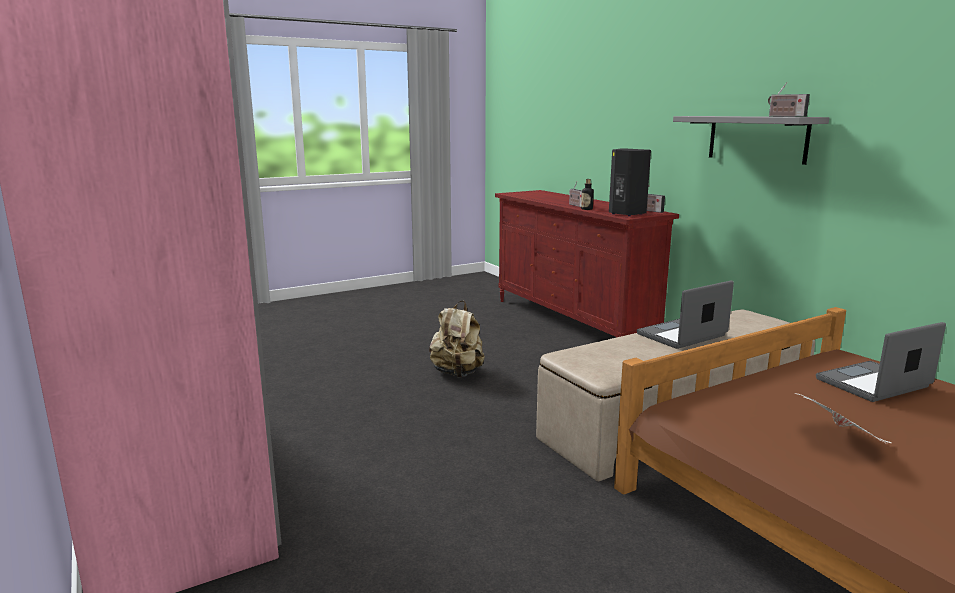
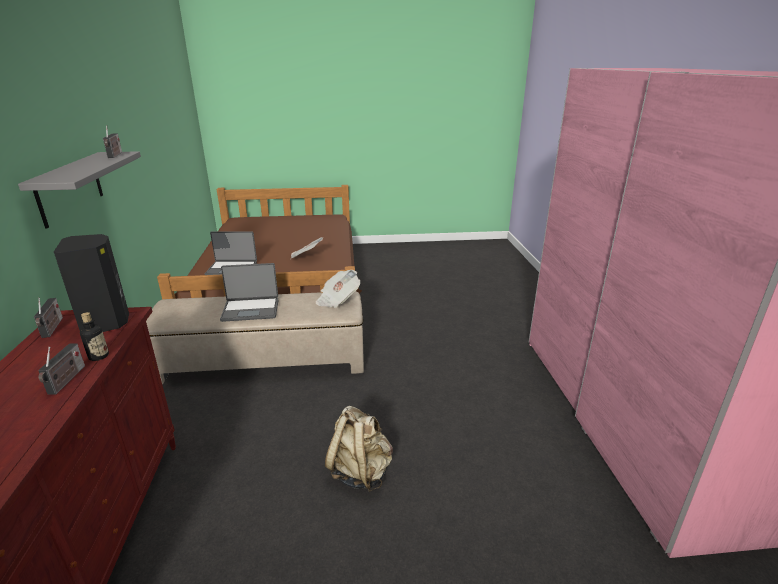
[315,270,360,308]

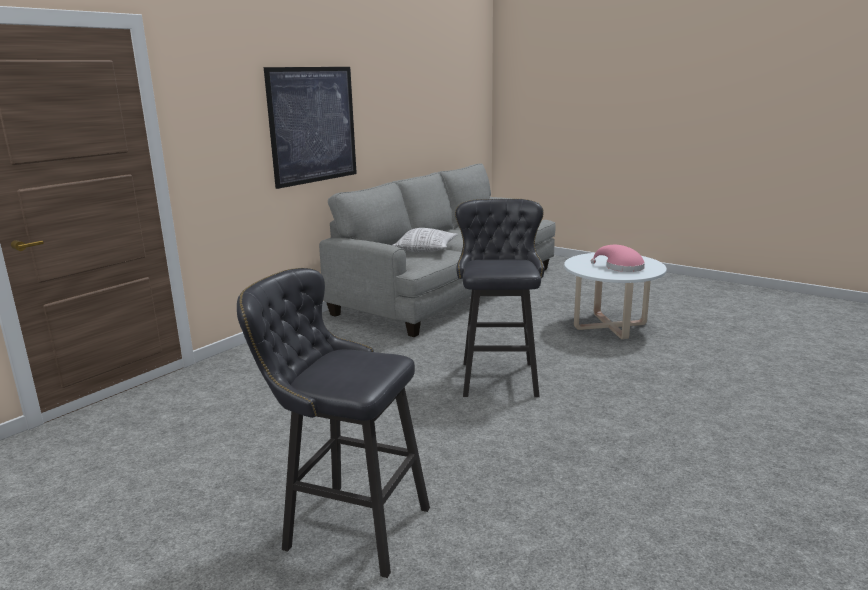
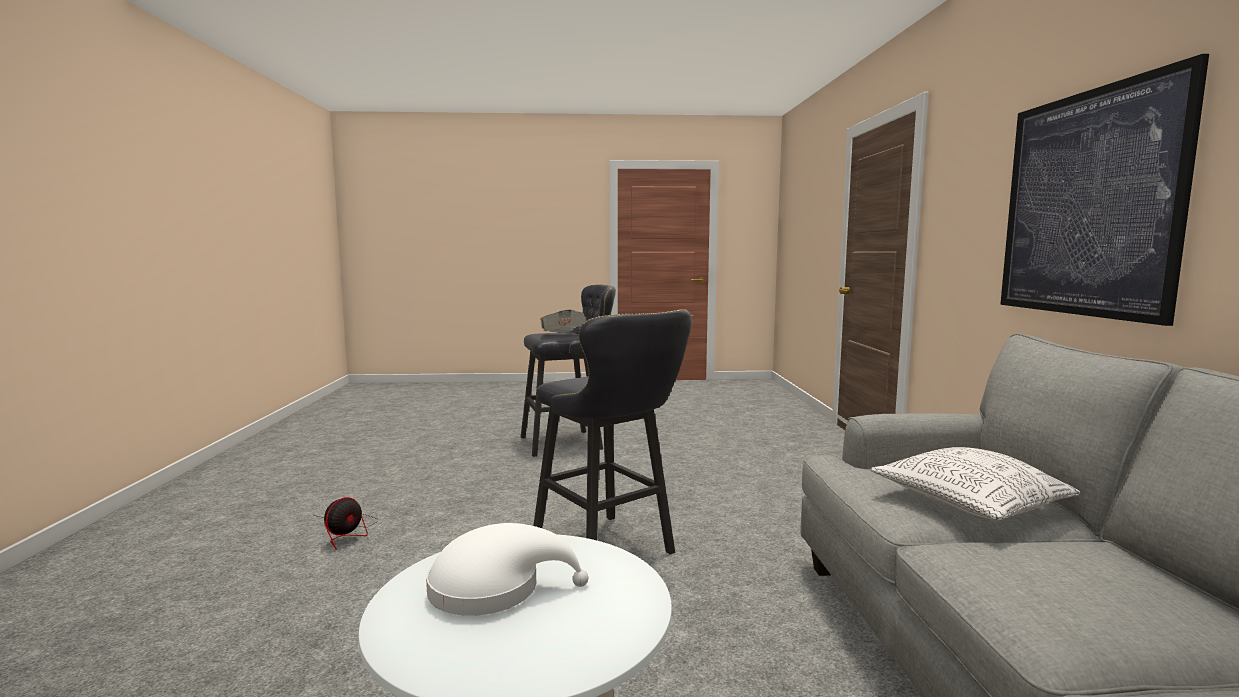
[314,497,379,549]
[540,310,587,333]
[426,523,588,616]

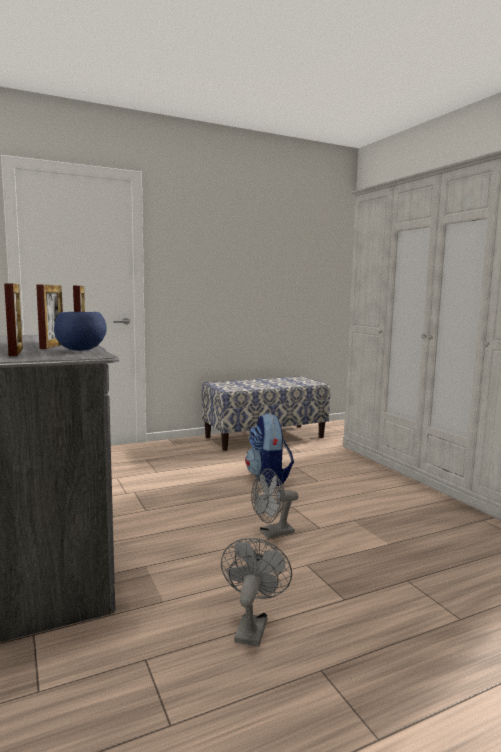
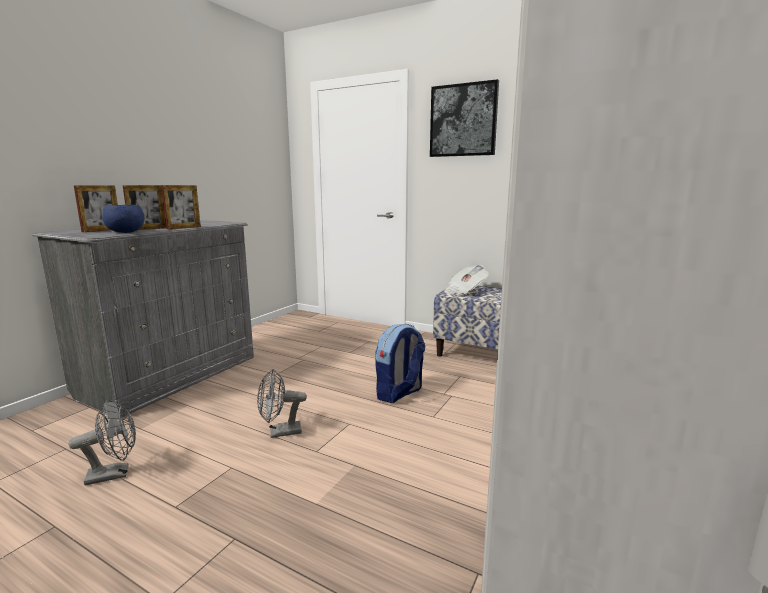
[430,79,499,157]
[444,265,489,294]
[257,369,307,438]

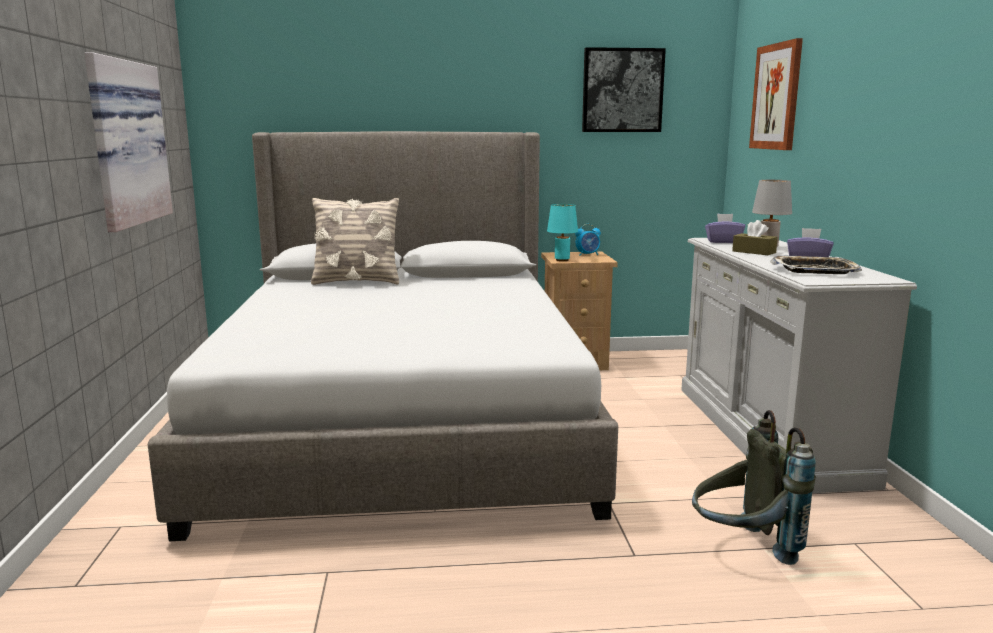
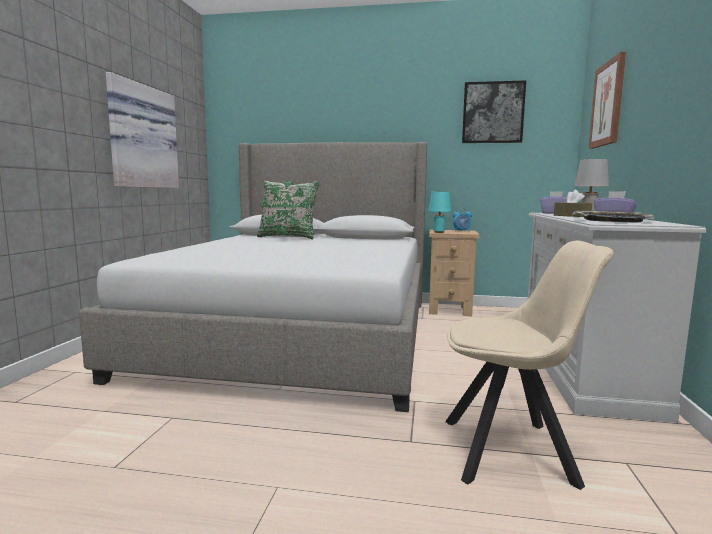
[445,241,613,490]
[257,181,319,239]

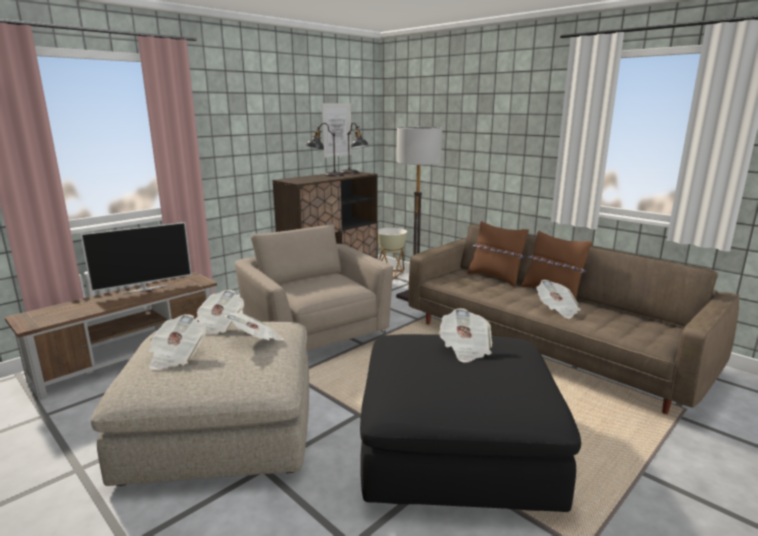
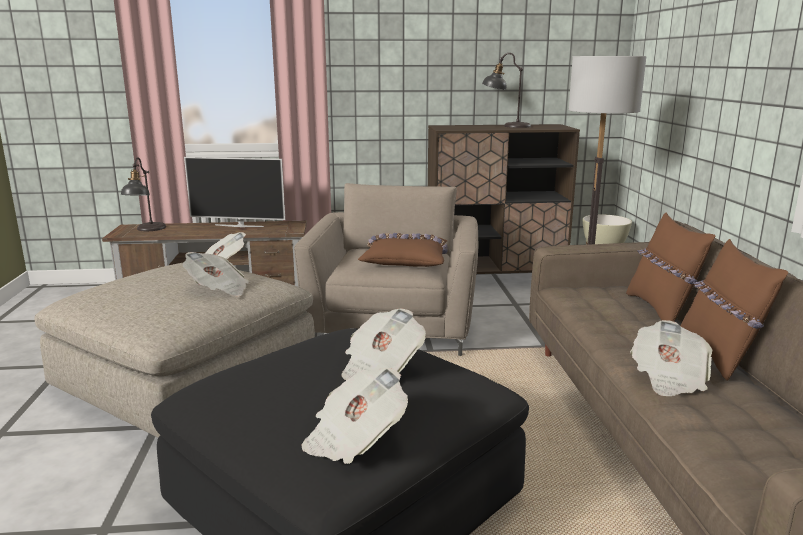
[322,103,352,158] (first image)
[358,233,448,267]
[301,368,408,464]
[120,158,166,231]

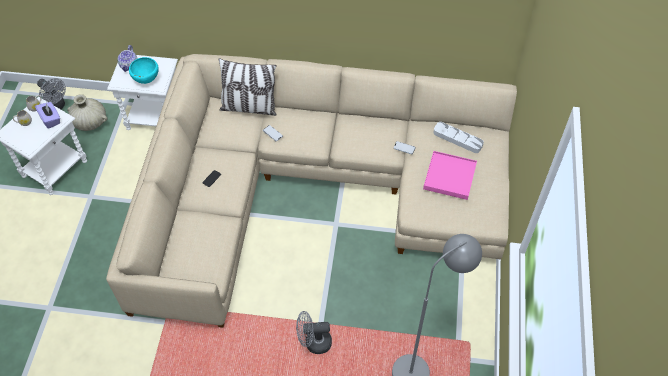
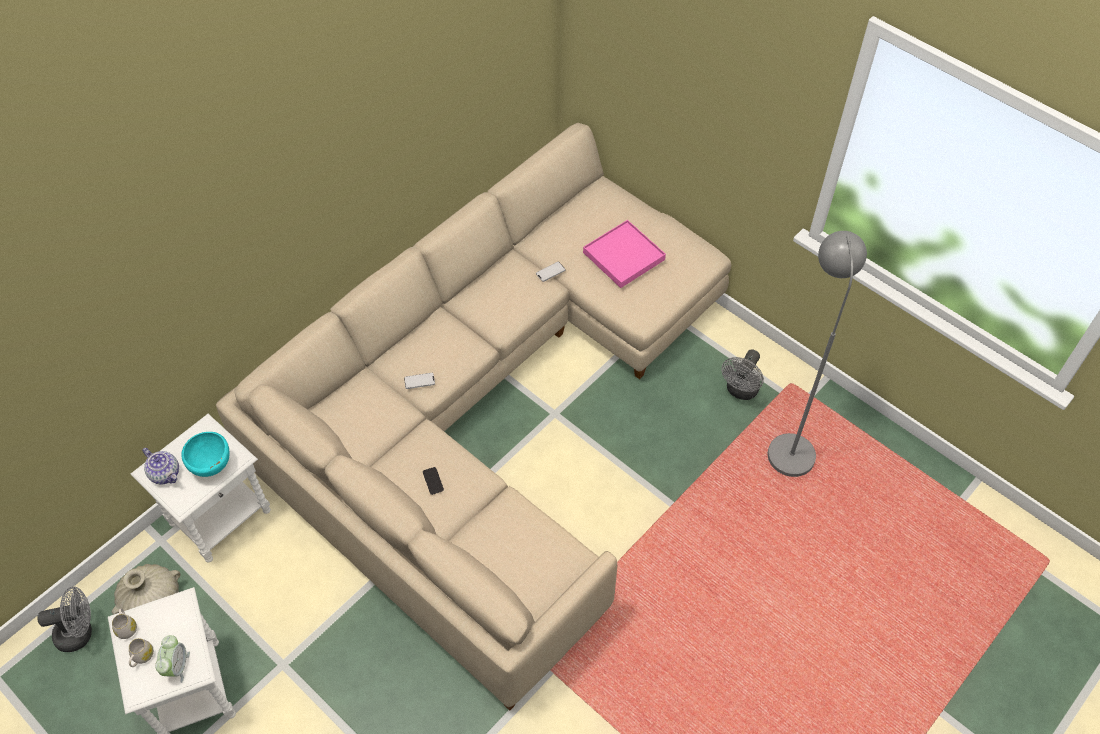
[35,102,60,129] (first image)
[219,58,277,116] (first image)
[433,122,484,153] (first image)
[155,635,190,683]
[721,349,764,400]

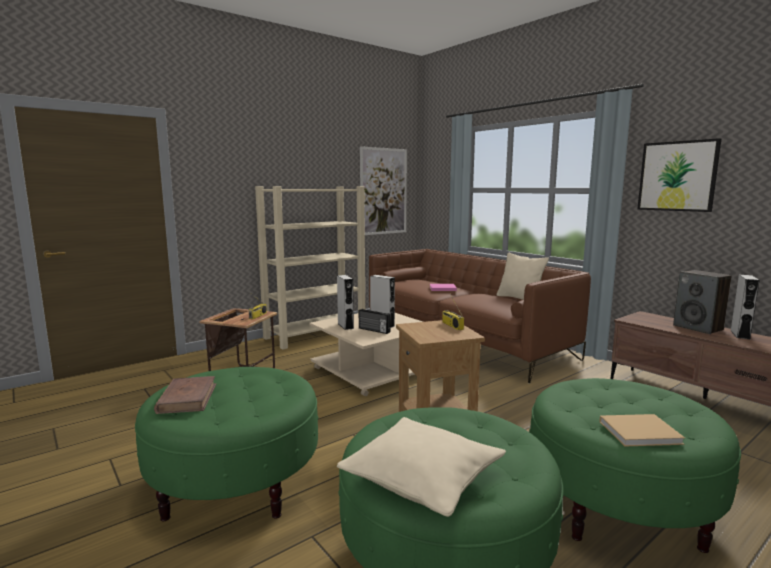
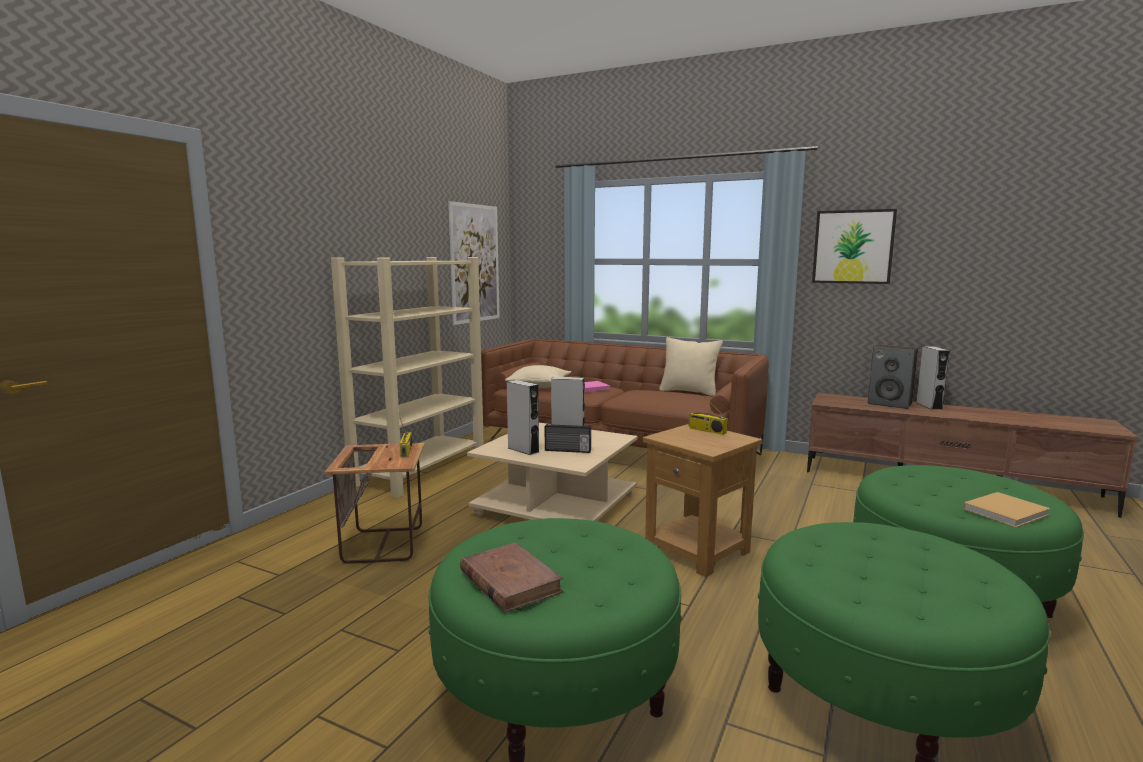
[505,365,571,388]

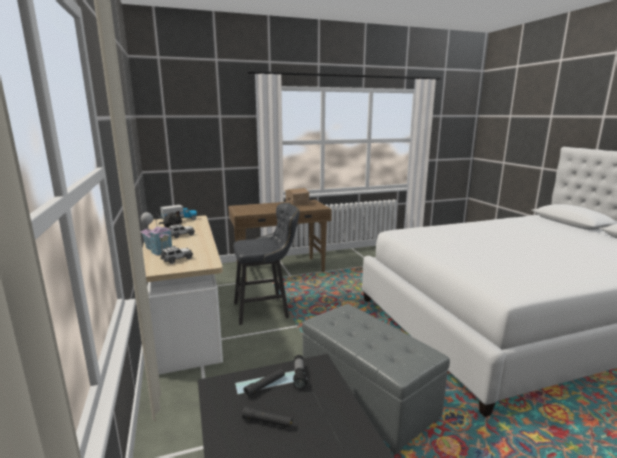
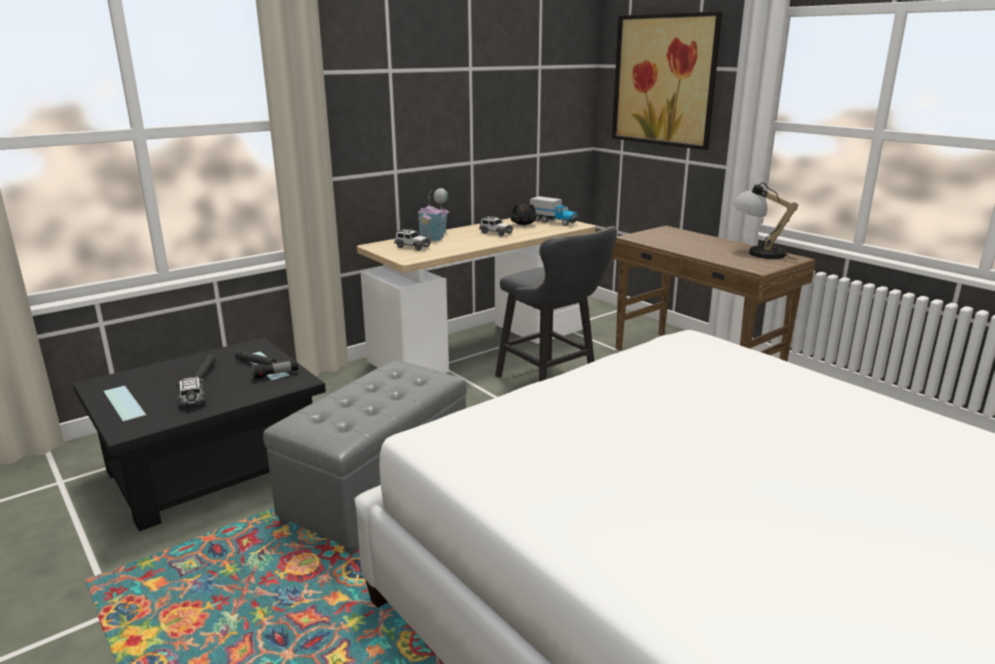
[176,376,206,407]
[612,11,722,150]
[732,182,799,260]

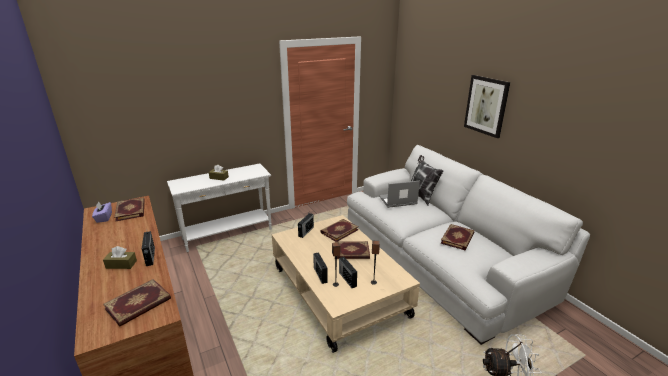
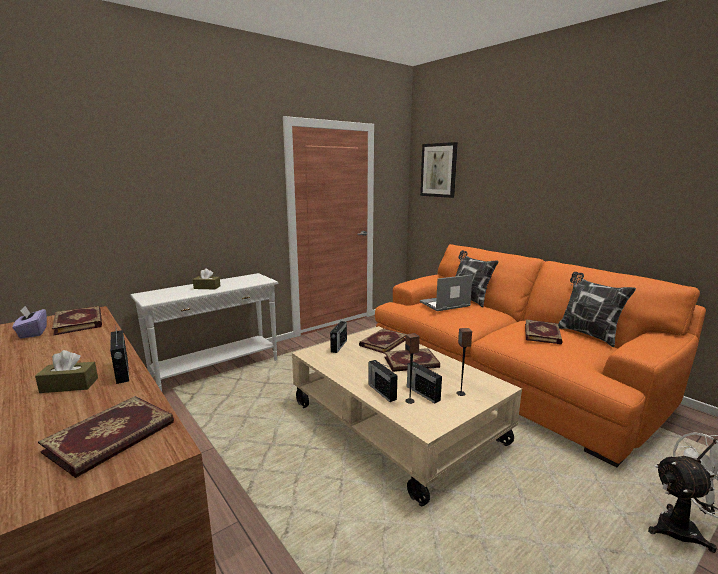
[558,272,636,347]
[420,142,458,198]
[375,244,706,467]

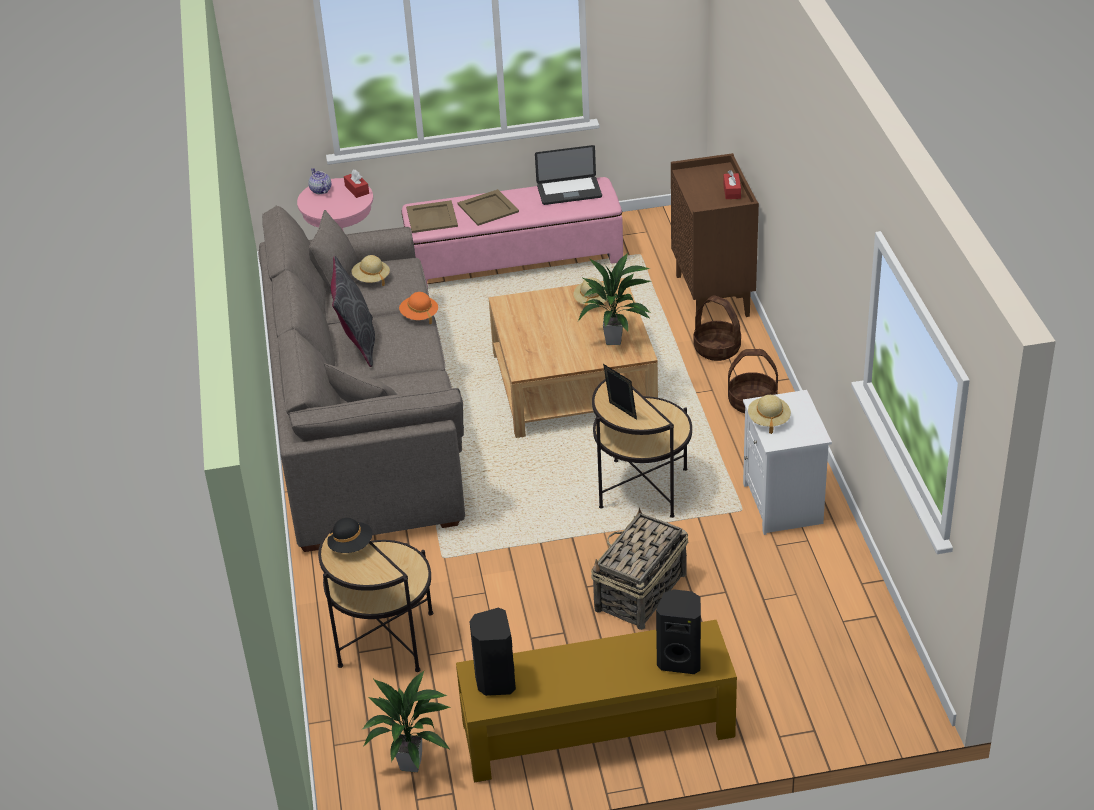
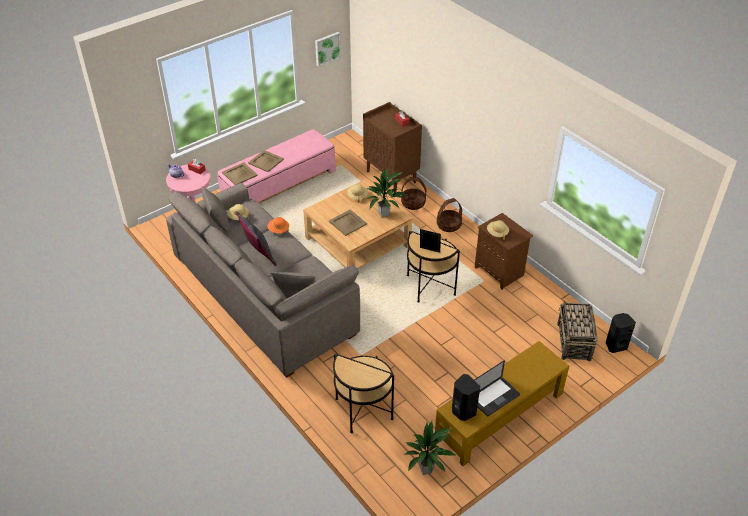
[327,518,373,553] (first image)
[315,32,341,67]
[329,209,367,236]
[474,360,520,416]
[557,301,598,361]
[606,313,636,353]
[475,213,533,290]

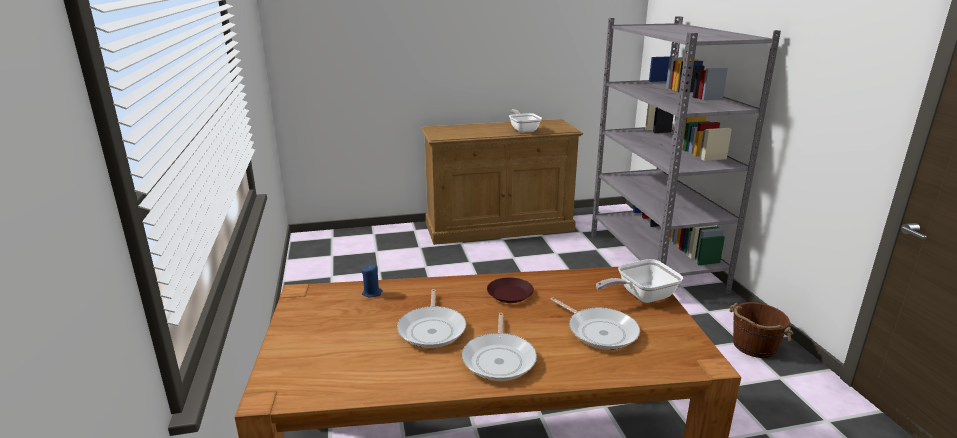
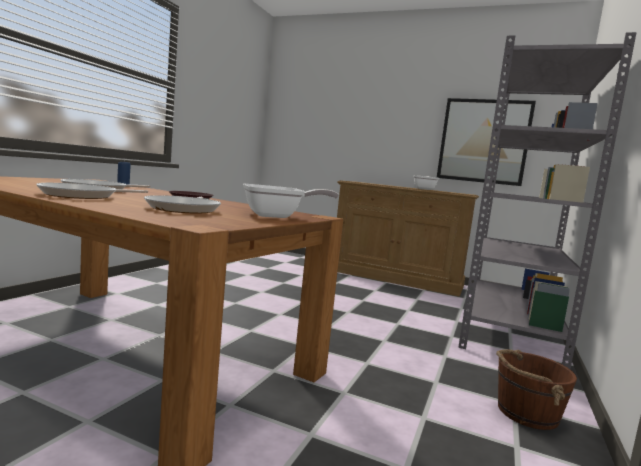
[437,98,536,186]
[243,184,339,218]

